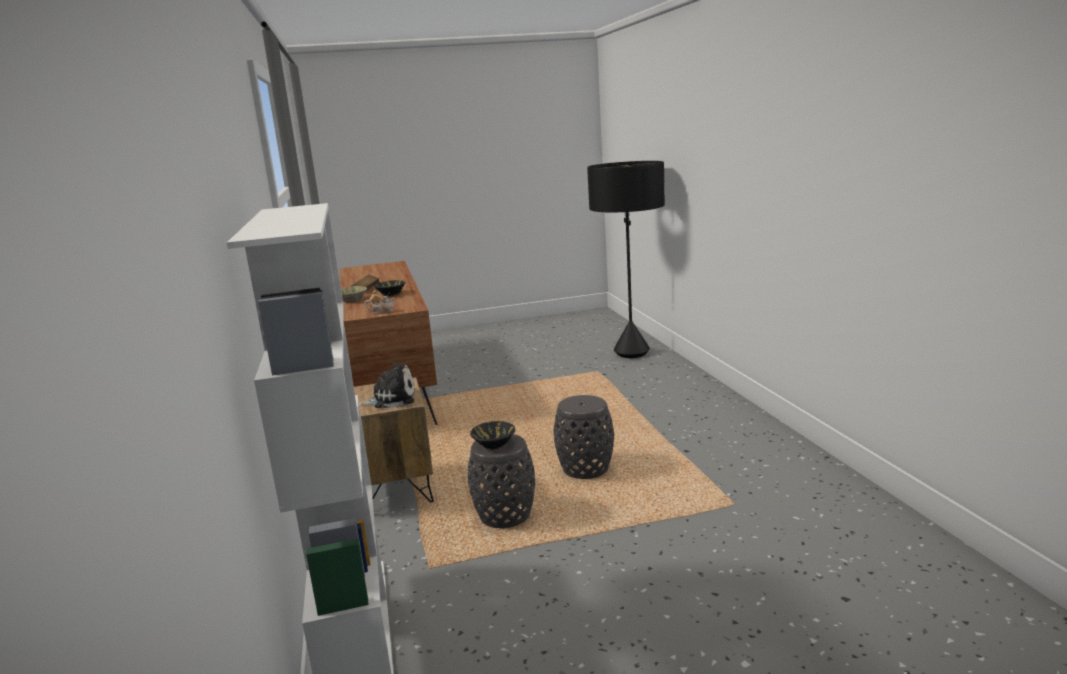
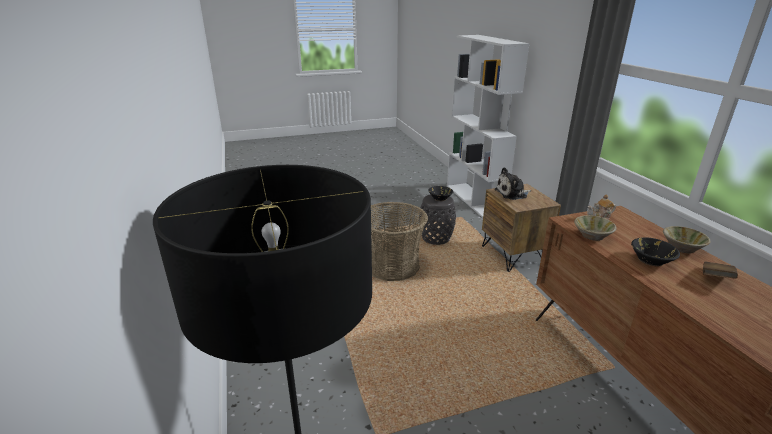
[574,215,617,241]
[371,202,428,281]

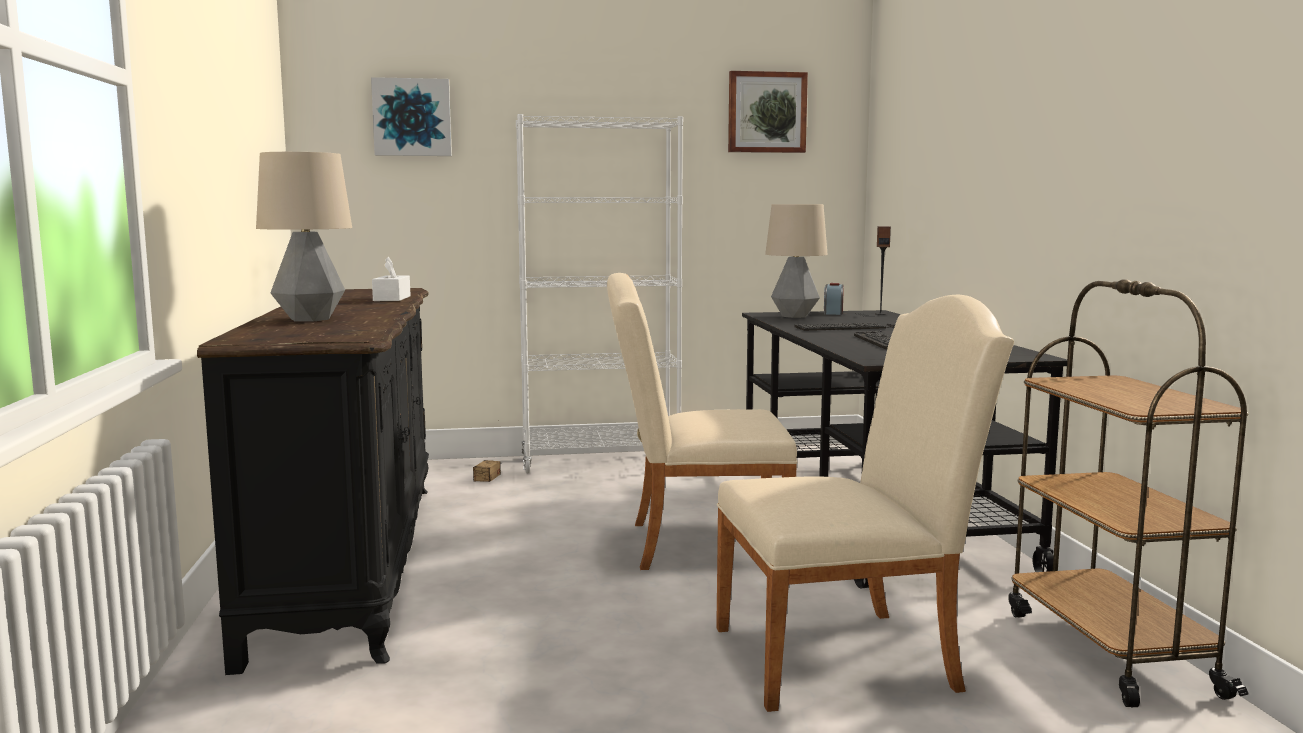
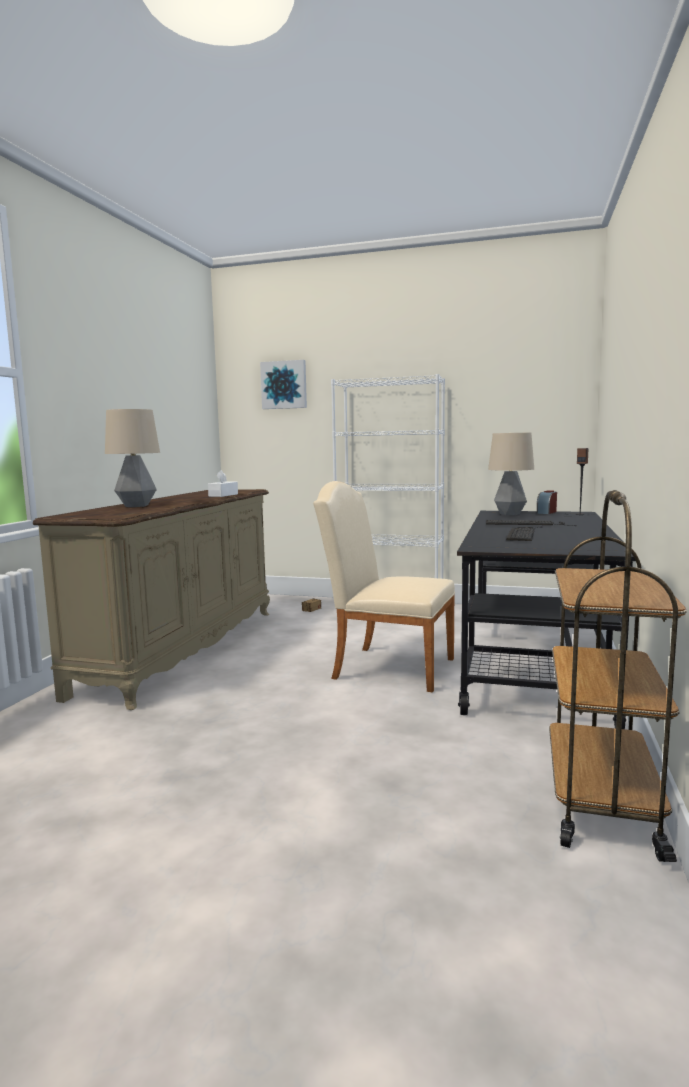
[716,295,1014,712] (first image)
[728,71,808,153] (first image)
[33,489,270,710]

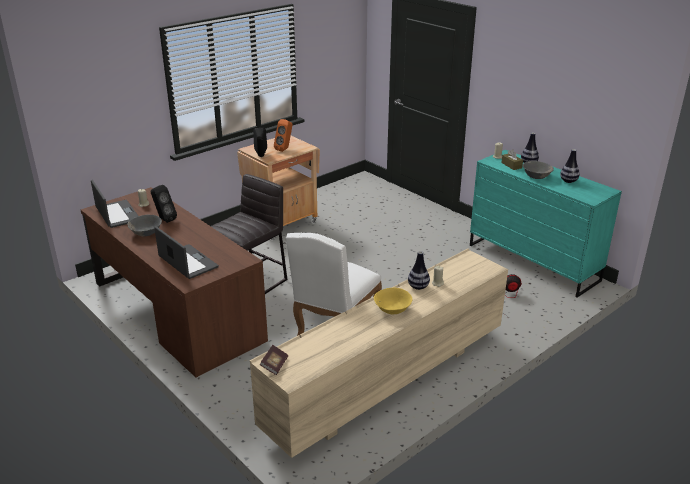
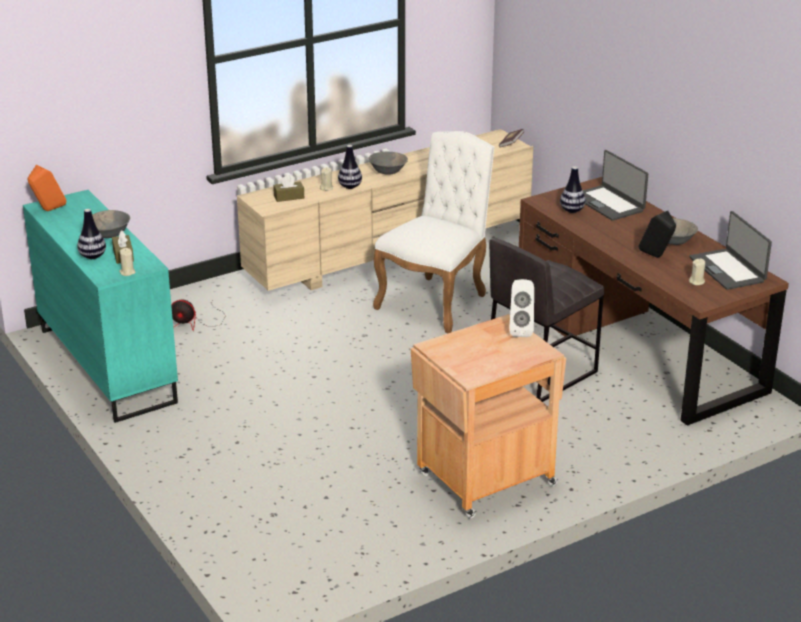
[273,175,304,202]
[27,165,67,211]
[560,166,586,213]
[509,279,534,337]
[369,152,408,175]

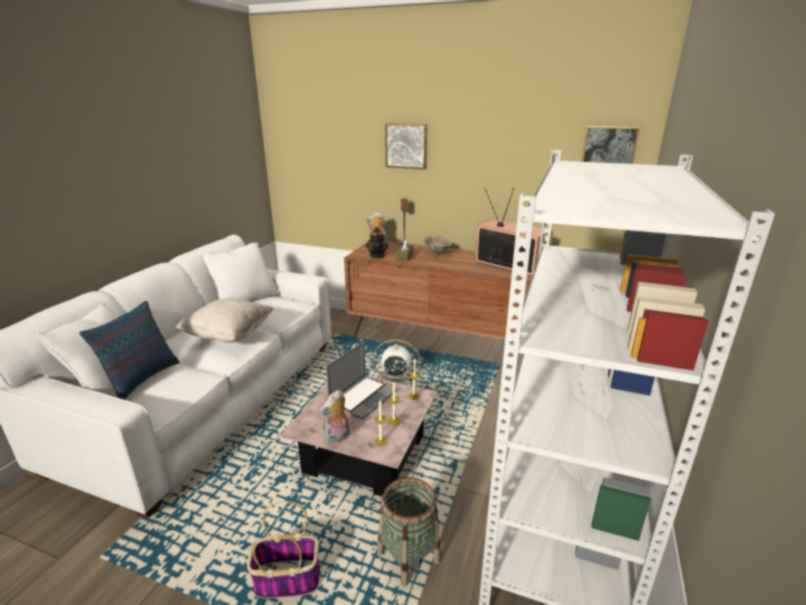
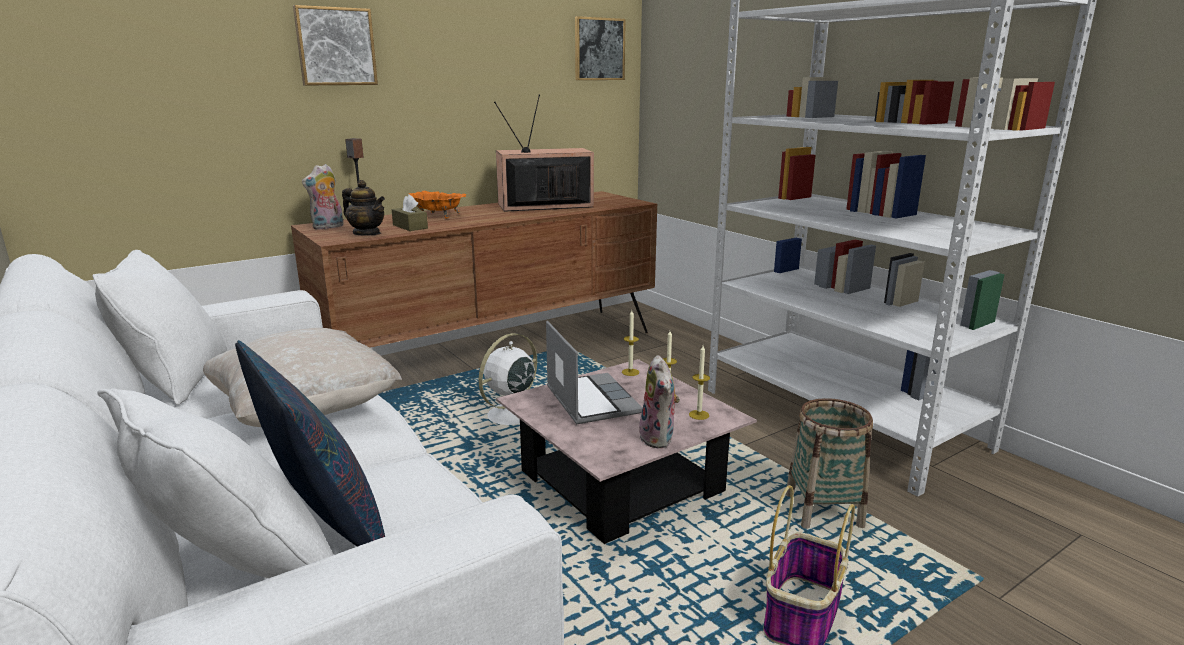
[409,191,467,218]

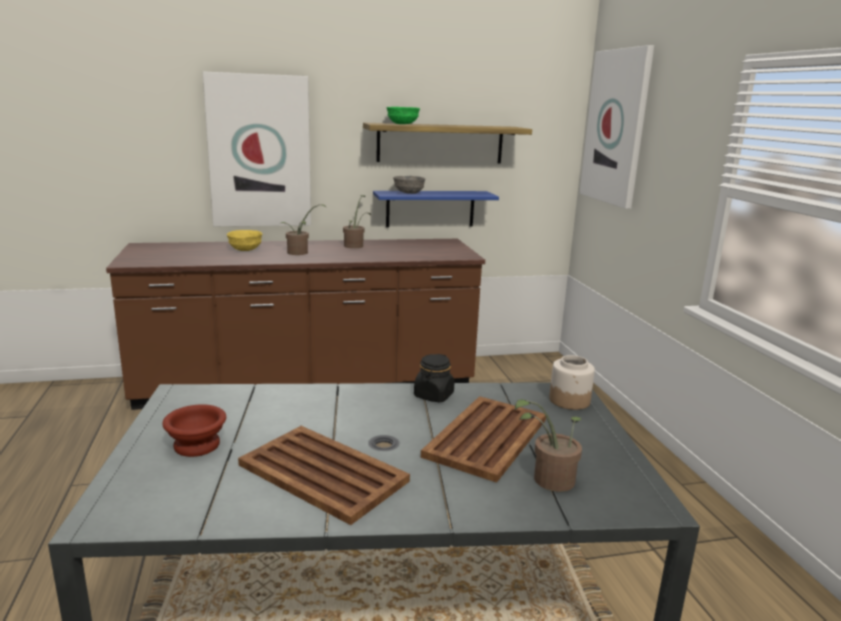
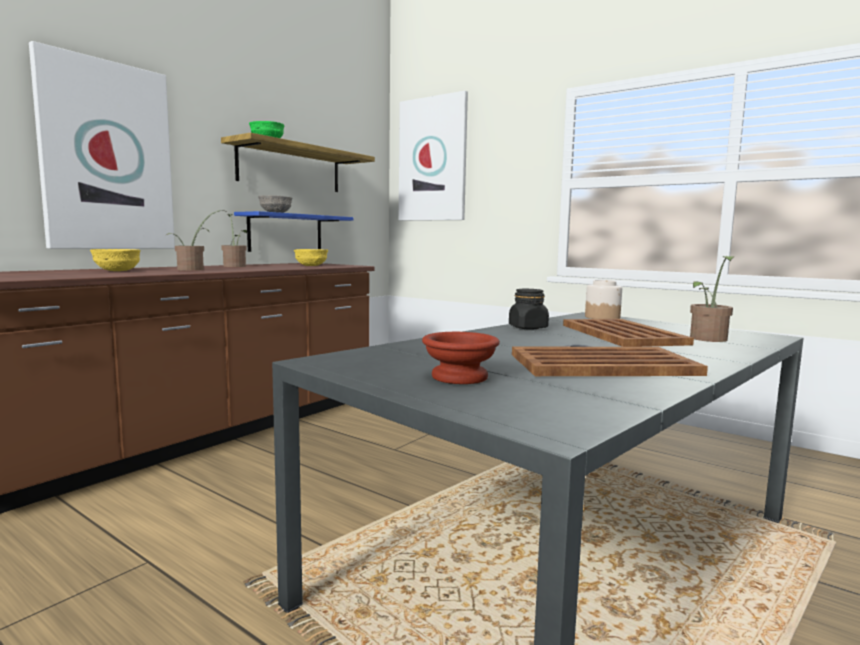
[294,249,328,266]

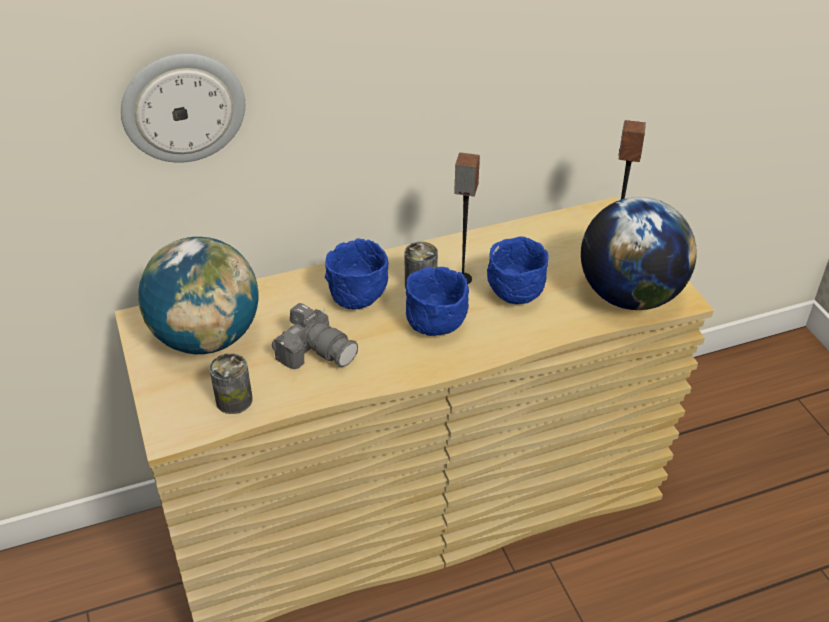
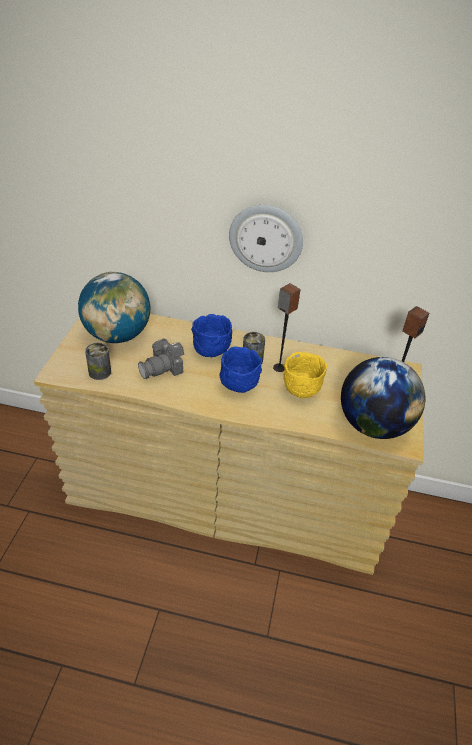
[229,205,303,272]
[283,352,327,398]
[138,338,184,379]

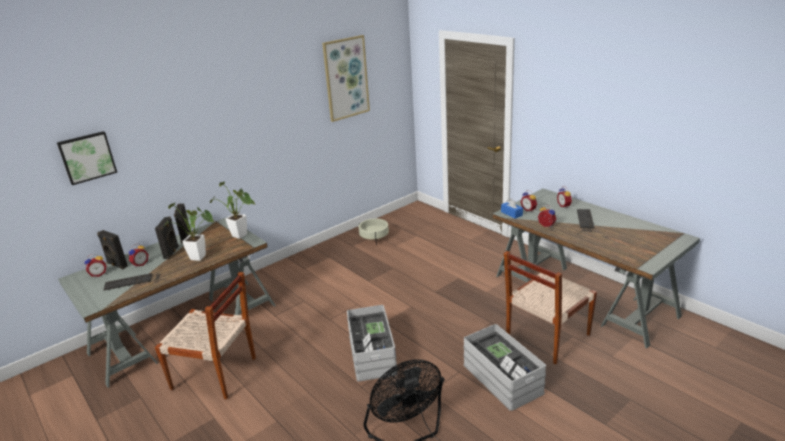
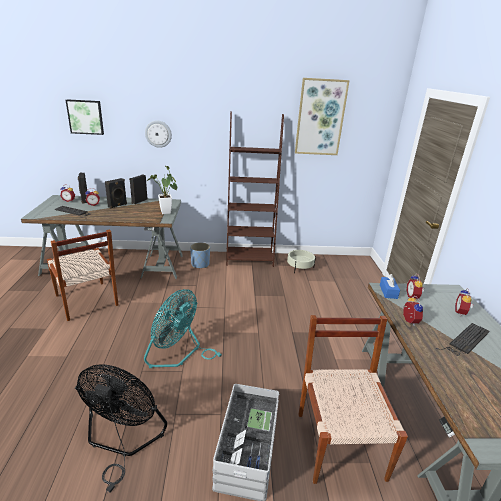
[165,202,215,261] (first image)
[145,120,172,148]
[190,243,210,268]
[226,111,284,267]
[144,289,222,368]
[298,315,408,484]

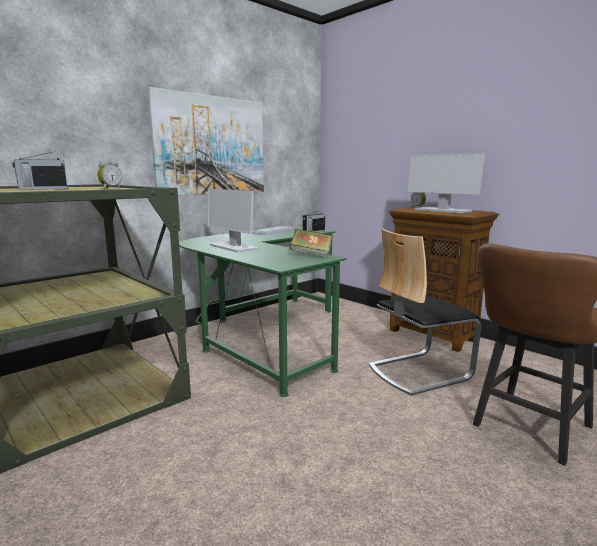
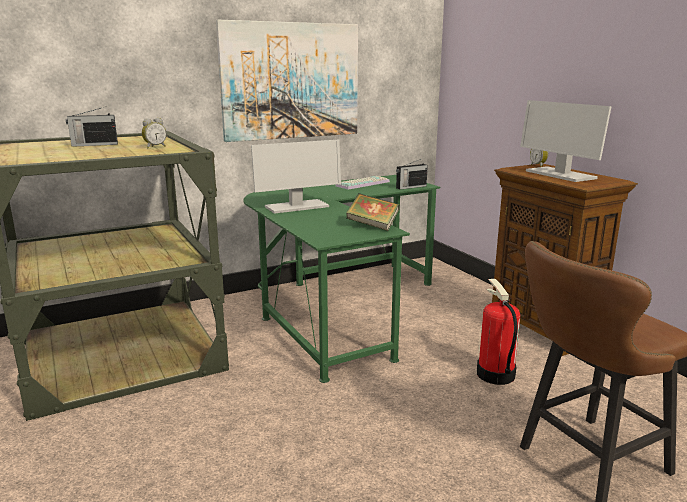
[477,279,520,385]
[251,140,341,214]

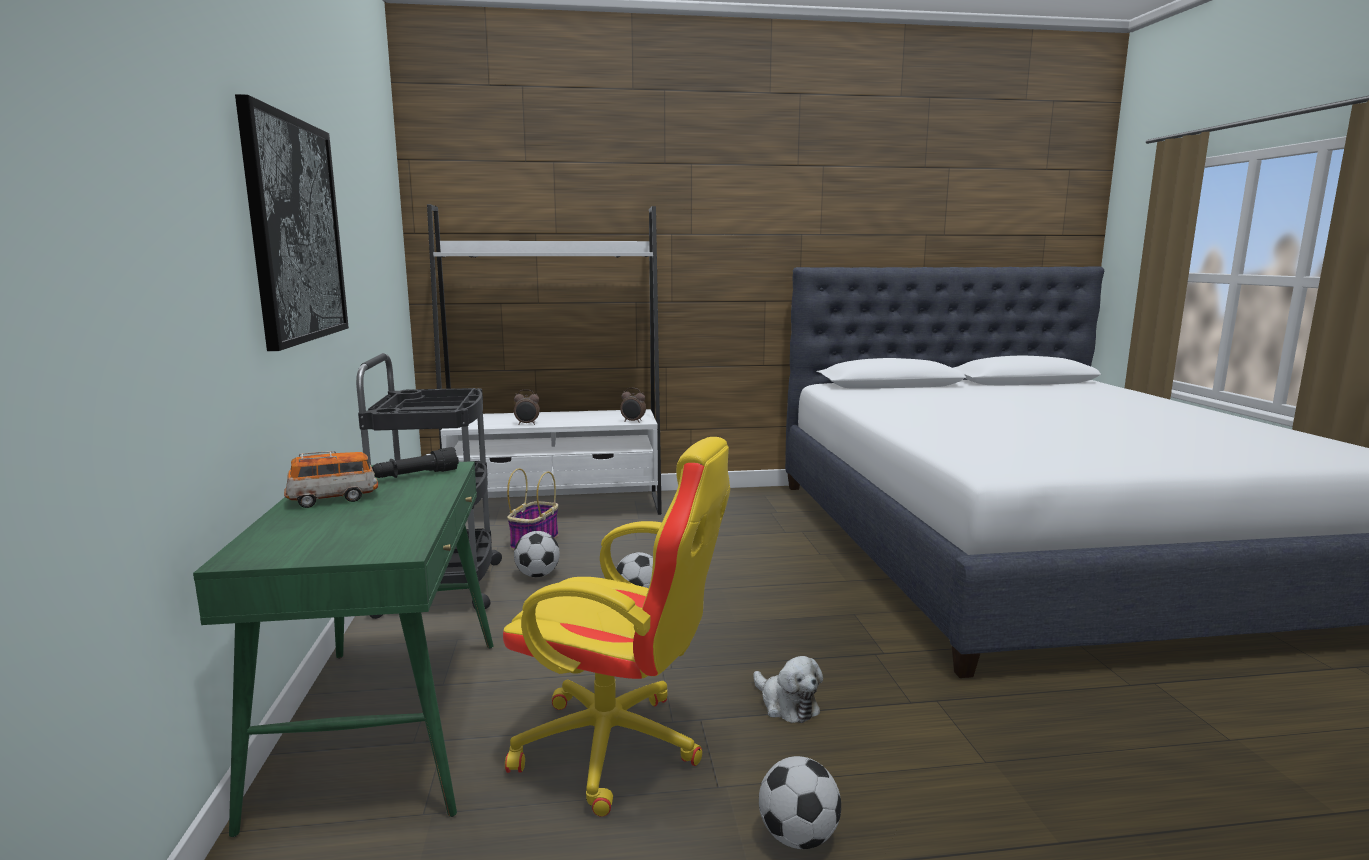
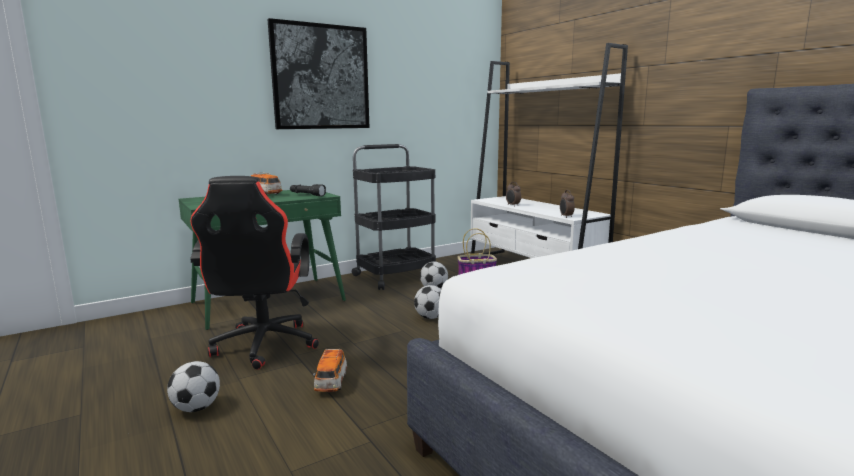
[313,348,347,392]
[190,176,319,370]

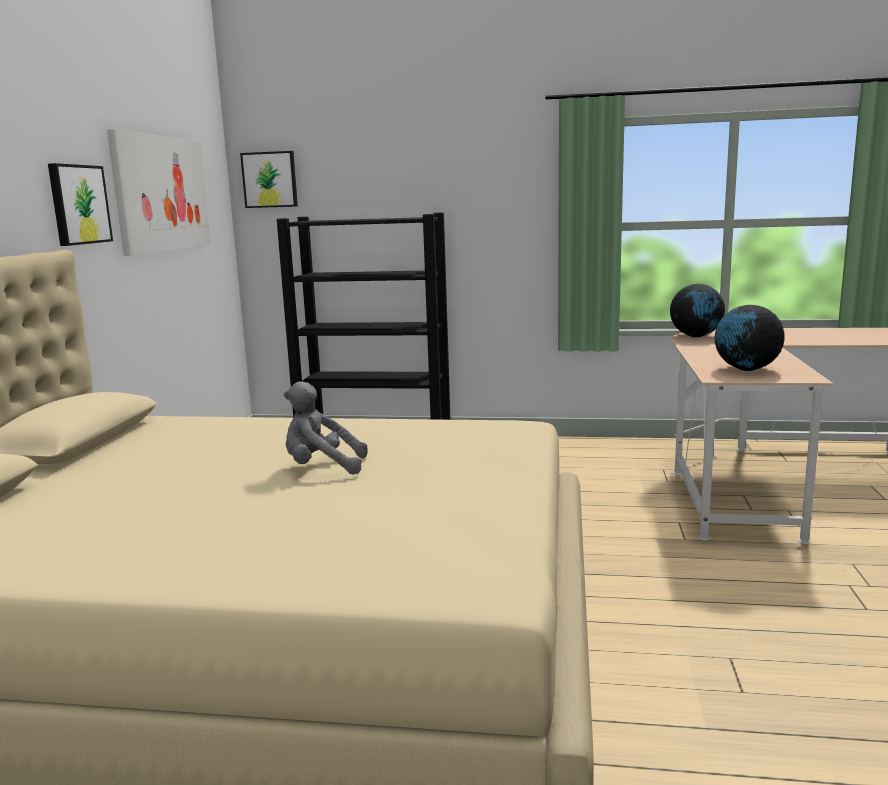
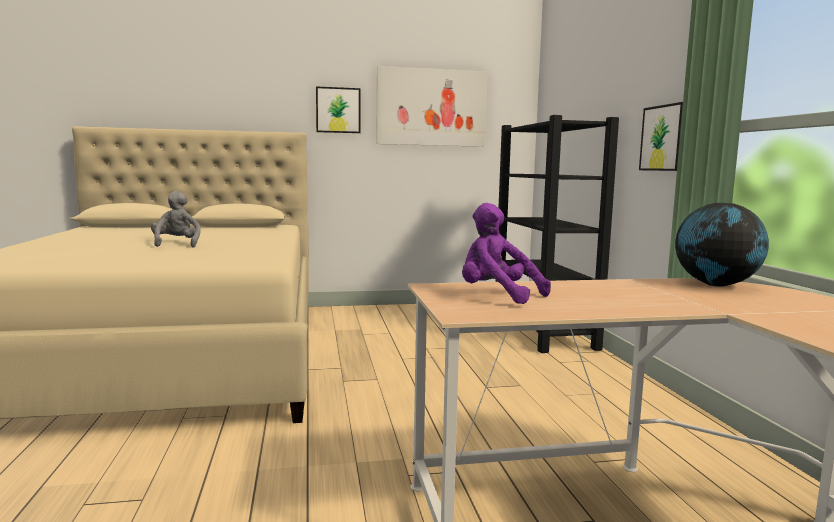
[639,102,683,171]
[462,203,551,304]

